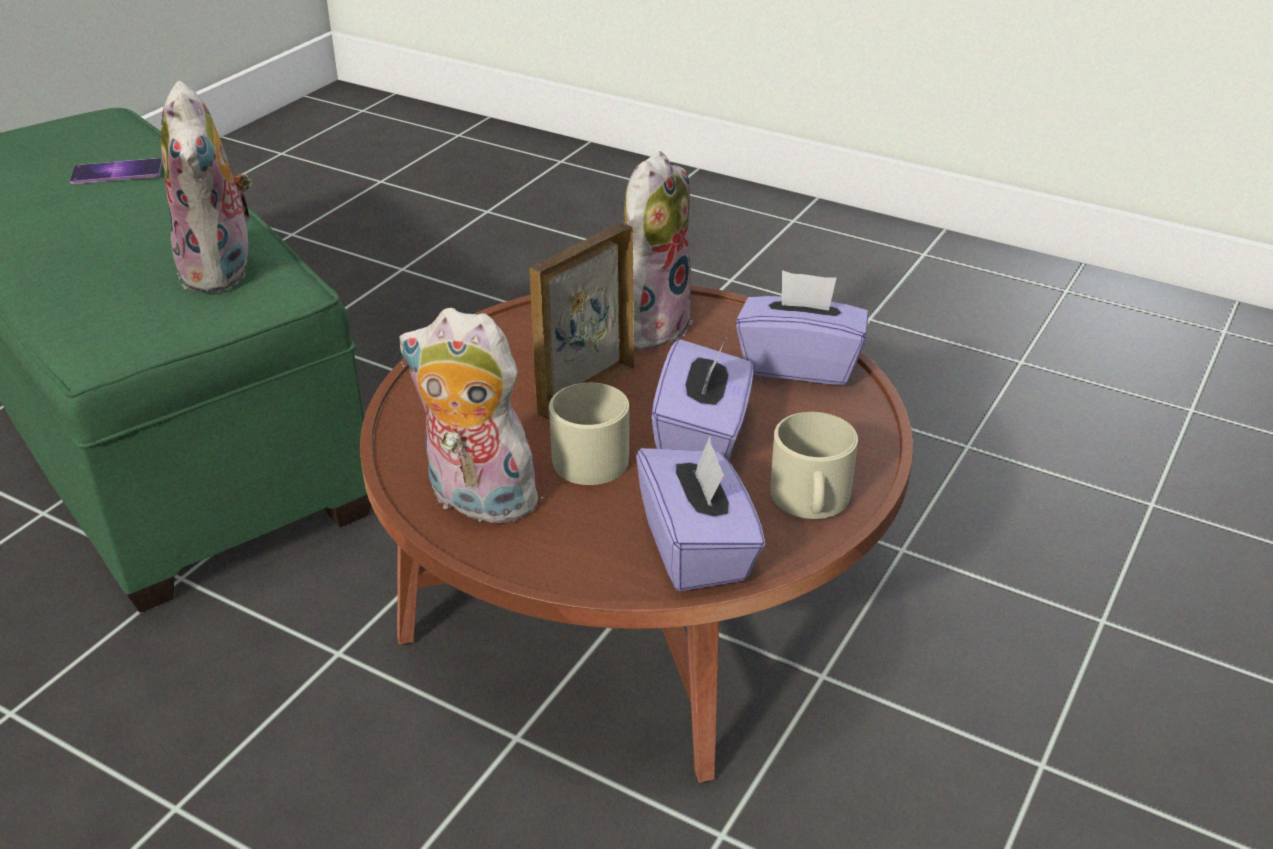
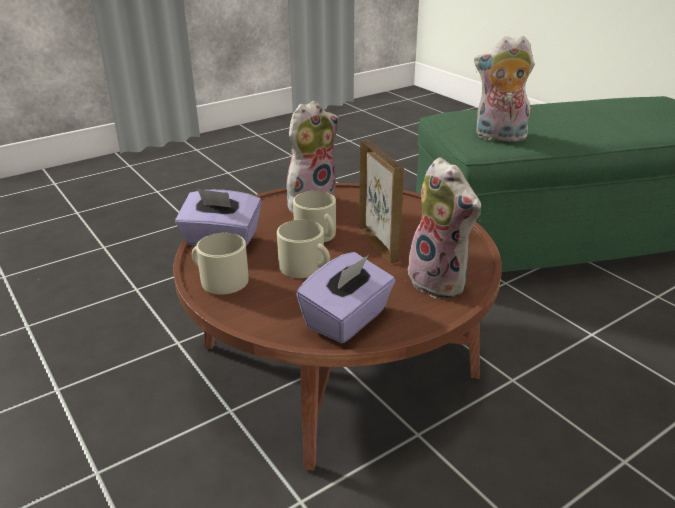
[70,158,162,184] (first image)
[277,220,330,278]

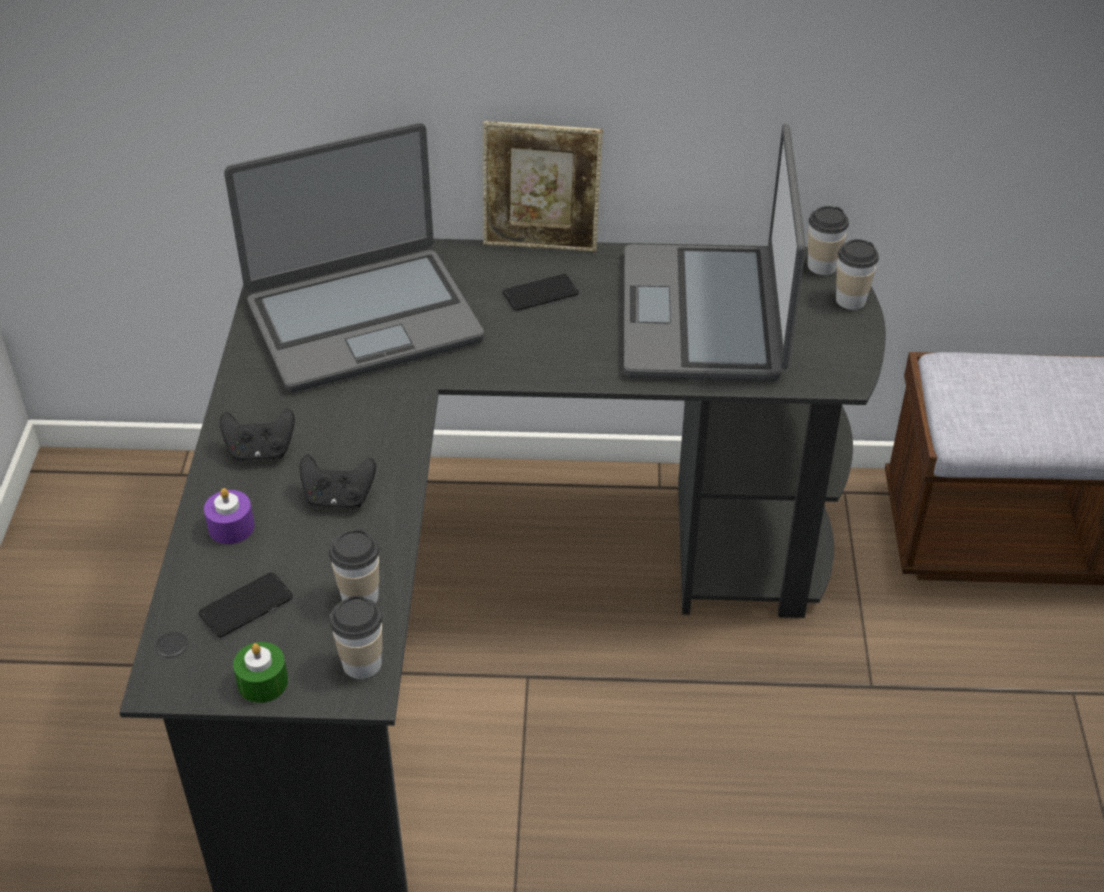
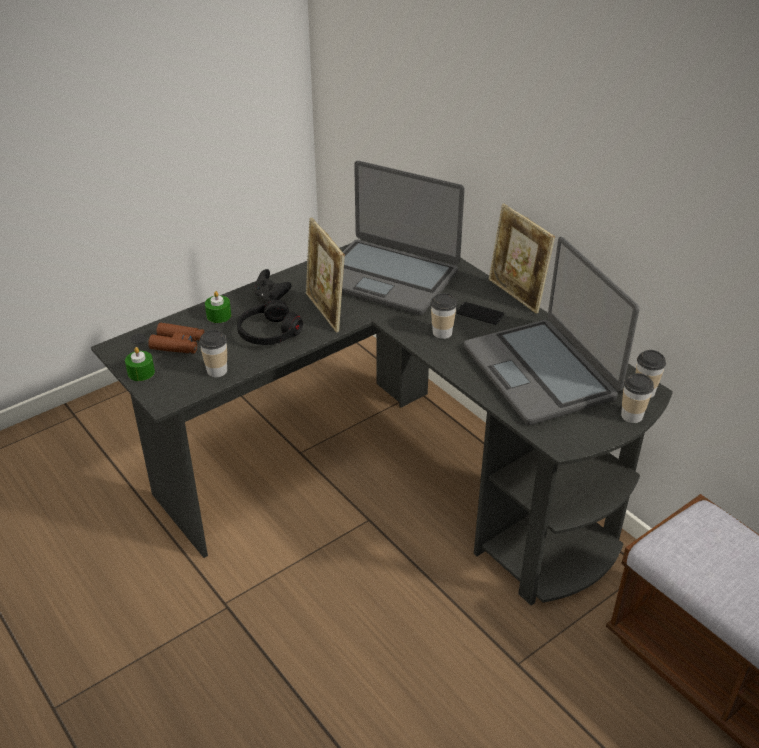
[464,237,639,425]
[237,300,303,345]
[205,291,231,323]
[148,323,205,354]
[431,293,457,339]
[306,217,345,332]

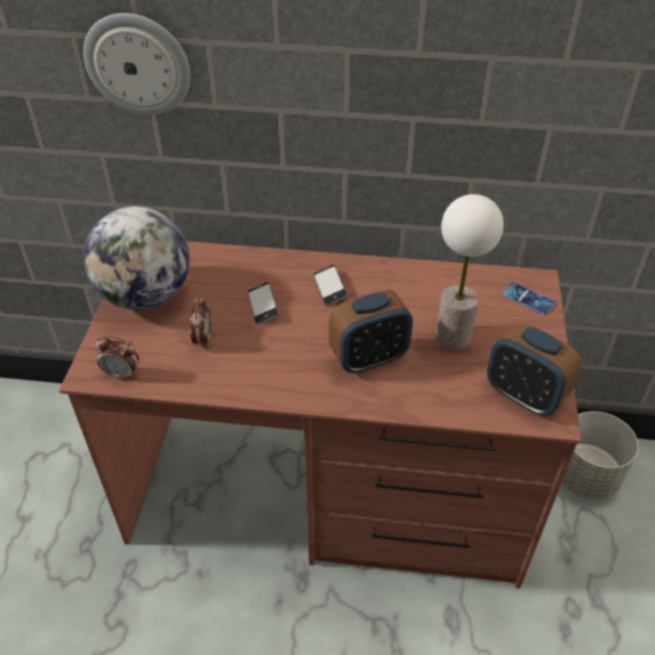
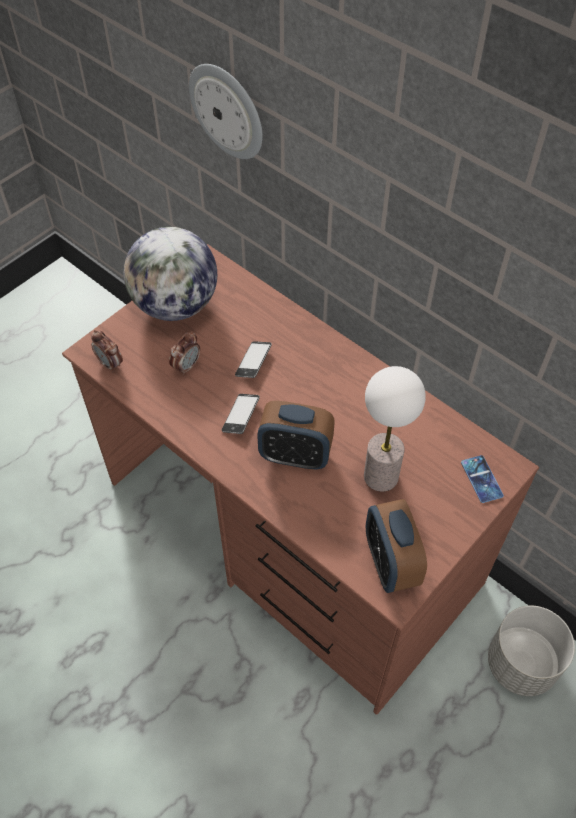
[222,394,260,434]

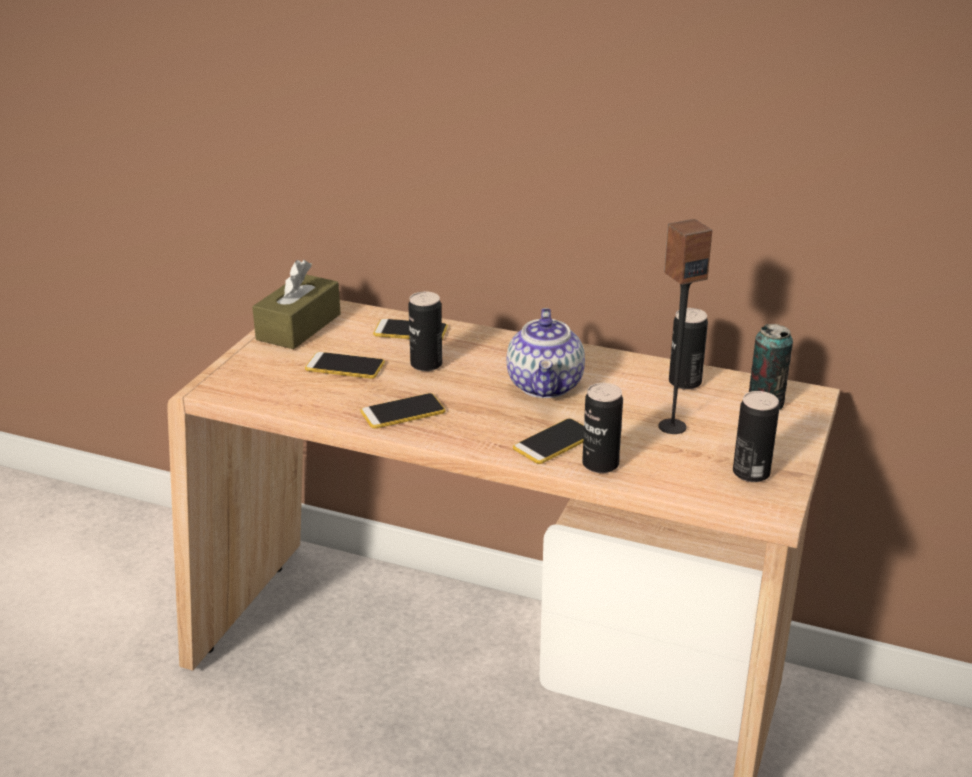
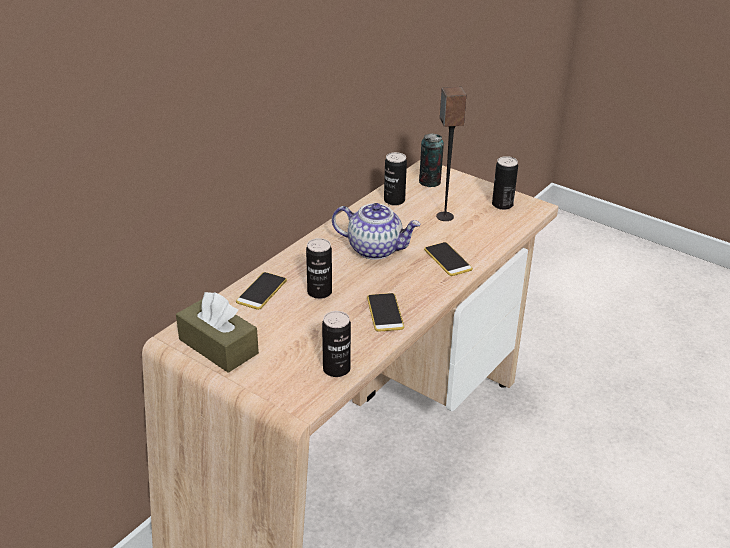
[305,352,385,379] (first image)
[322,311,351,377]

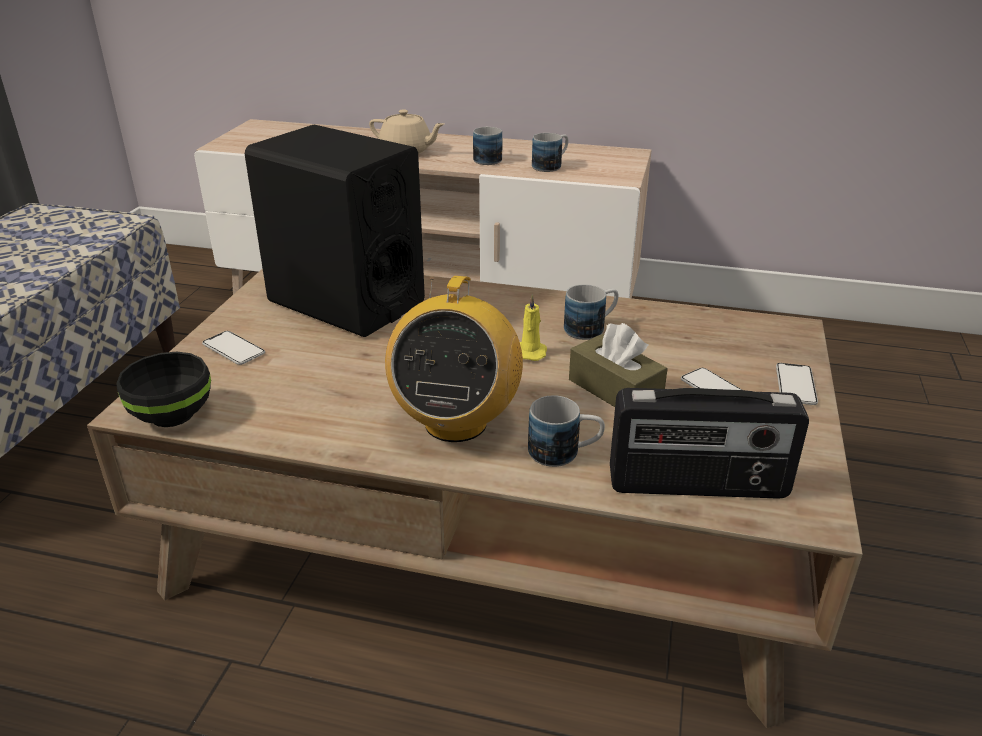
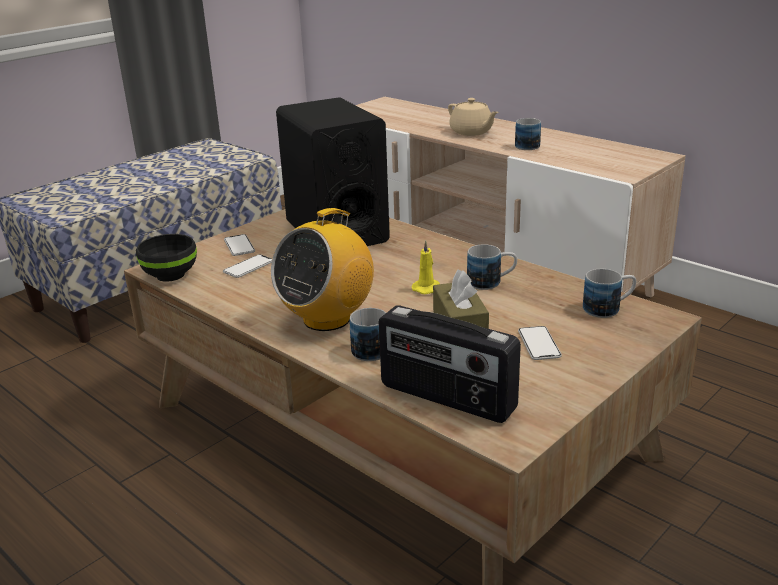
[583,269,636,318]
[223,254,272,278]

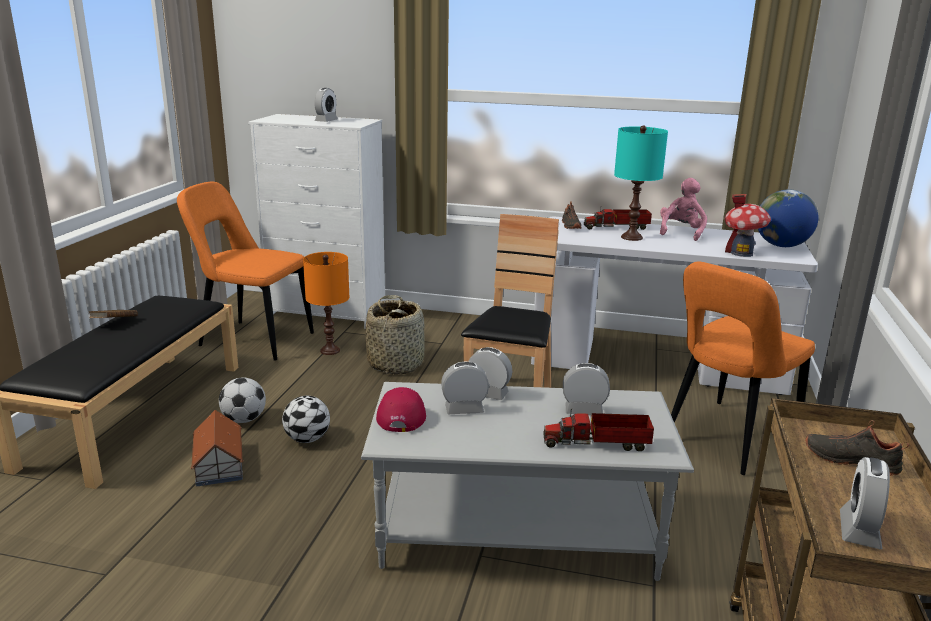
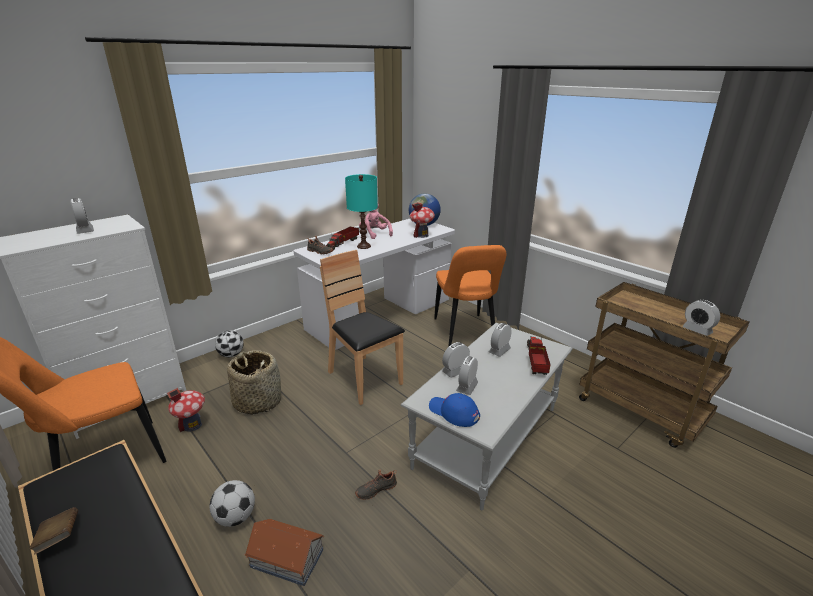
[167,388,205,432]
[429,393,480,427]
[215,330,244,357]
[527,337,550,375]
[355,470,397,500]

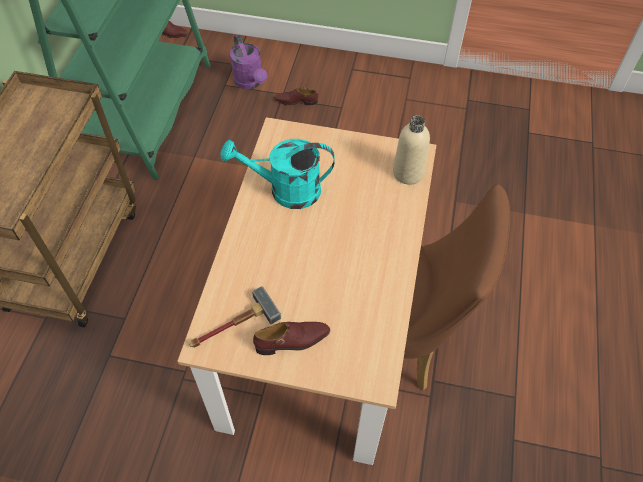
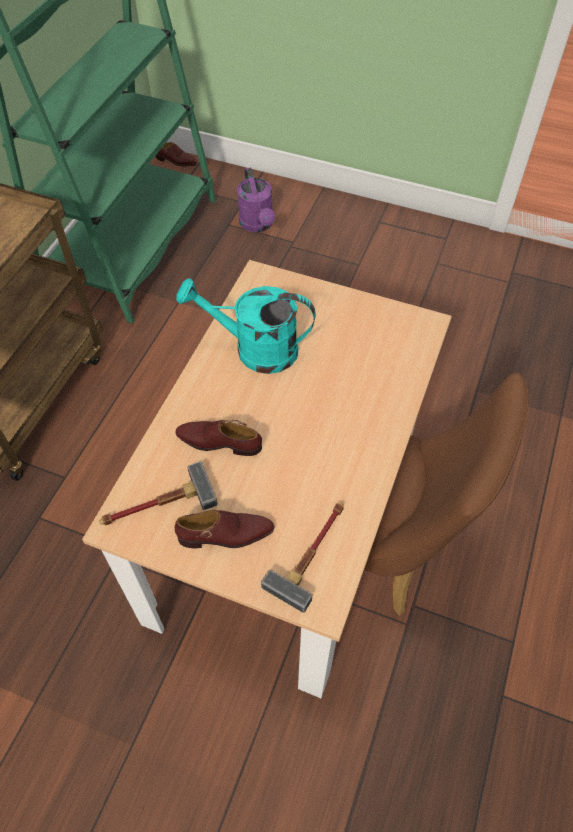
[175,420,262,456]
[393,115,430,185] (first image)
[261,502,344,613]

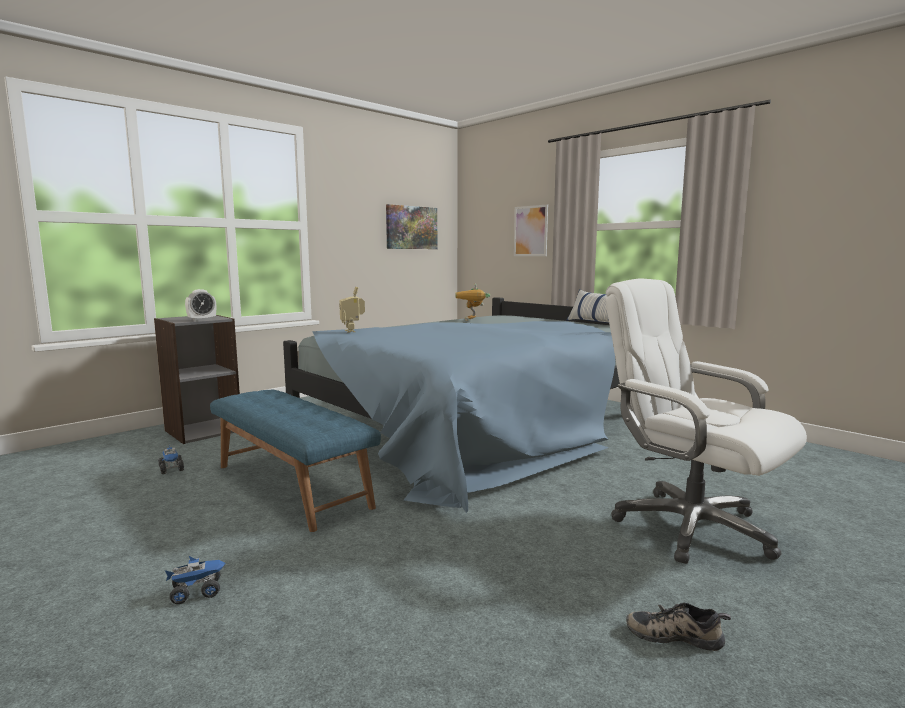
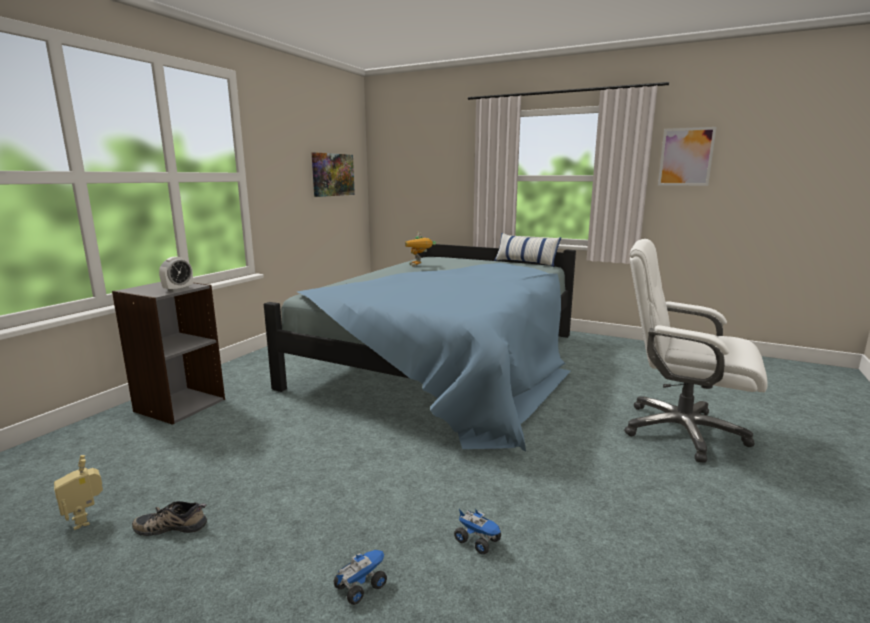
[658,127,716,186]
[54,455,103,530]
[210,390,381,532] (first image)
[454,508,501,555]
[132,501,207,536]

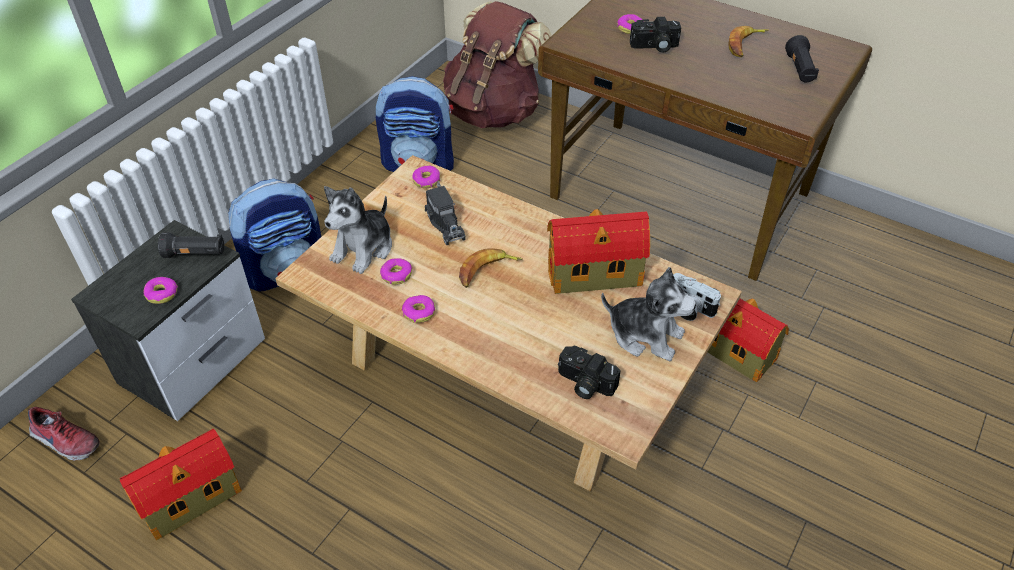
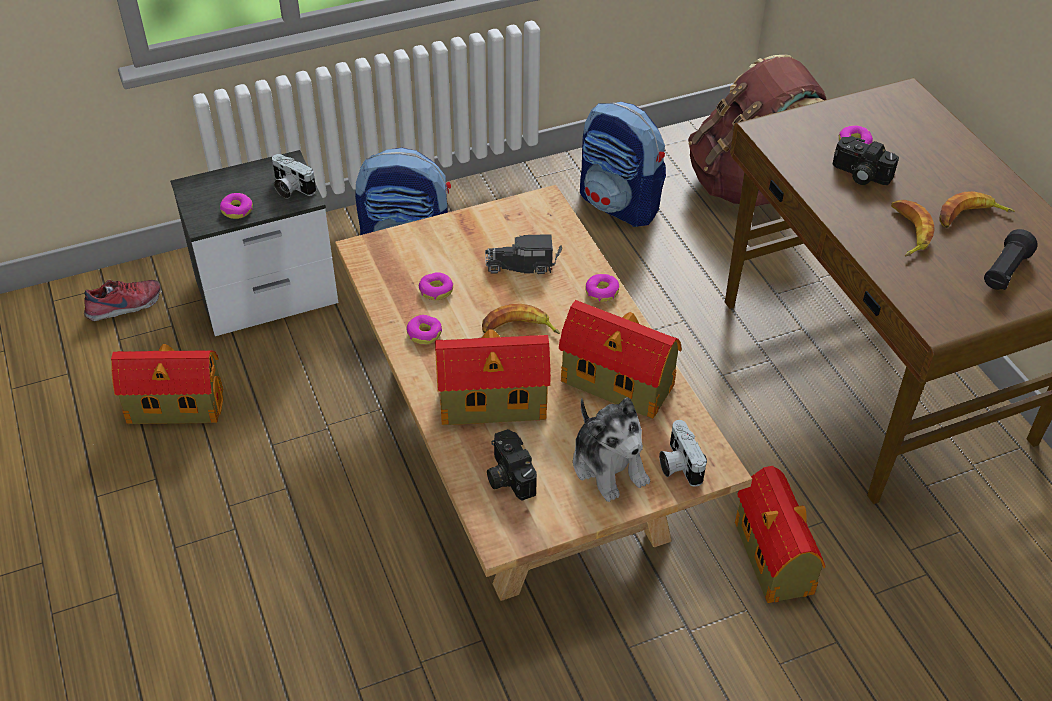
[585,274,619,302]
[485,234,562,274]
[324,186,392,274] (first image)
[272,154,316,198]
[84,280,161,321]
[891,200,935,256]
[435,329,551,425]

